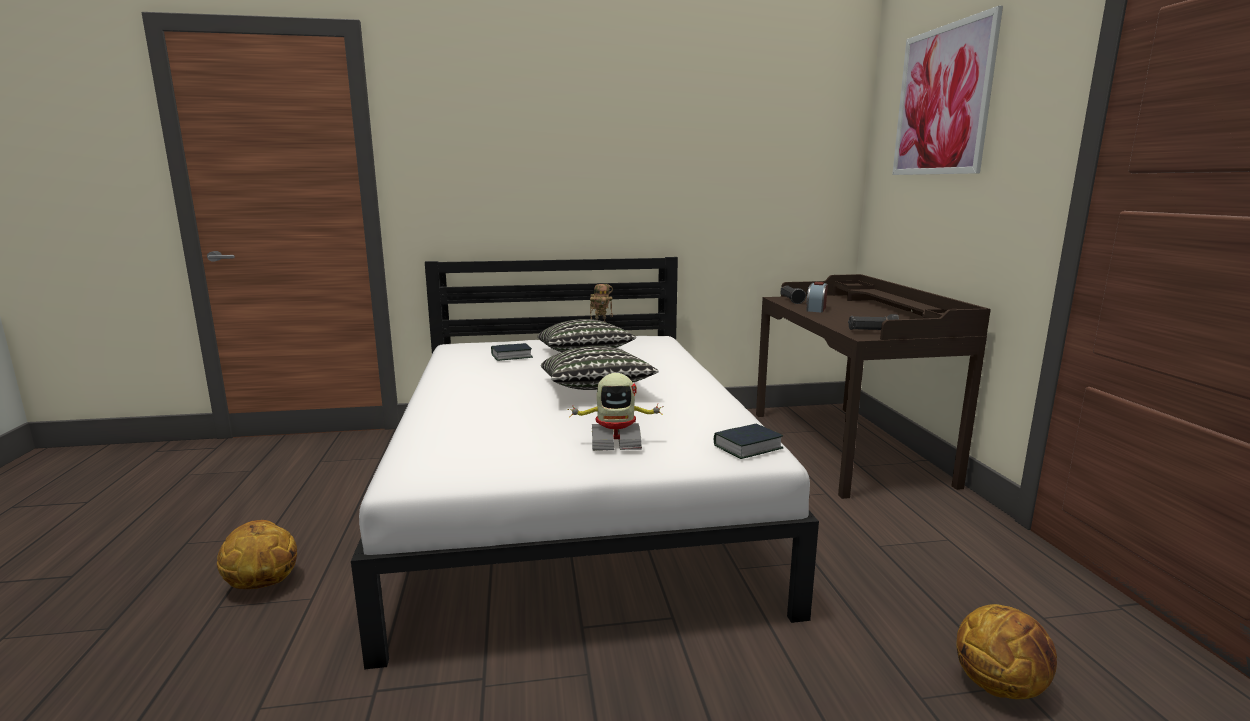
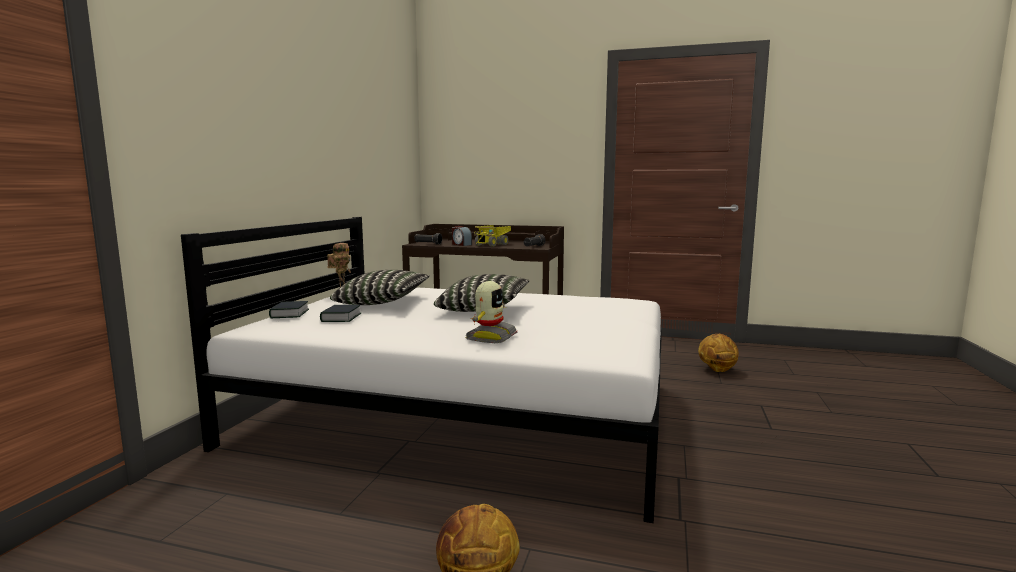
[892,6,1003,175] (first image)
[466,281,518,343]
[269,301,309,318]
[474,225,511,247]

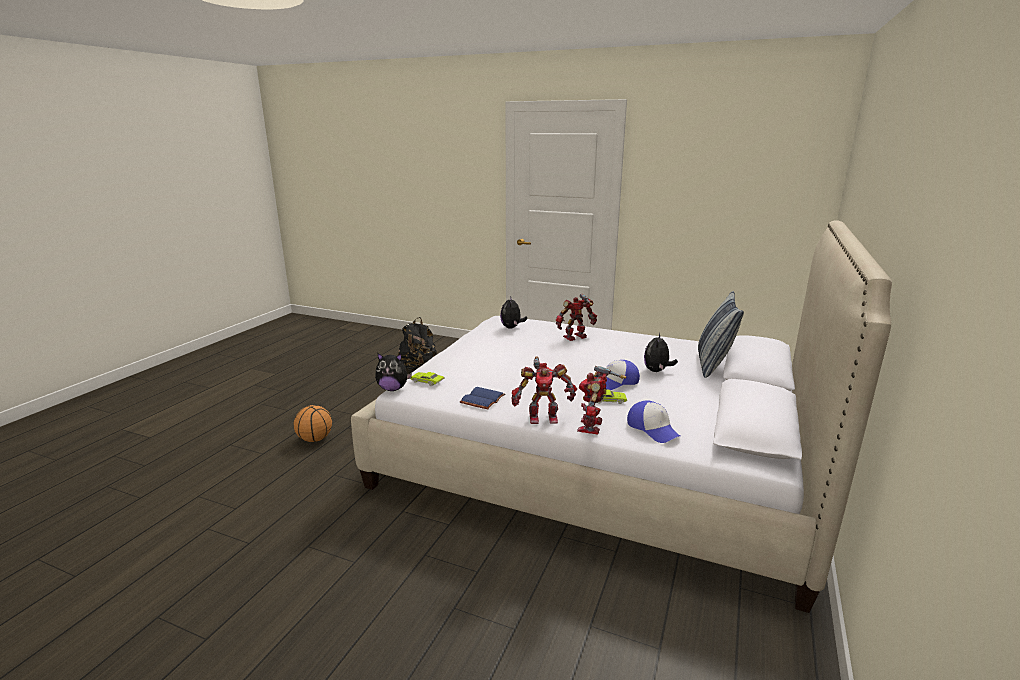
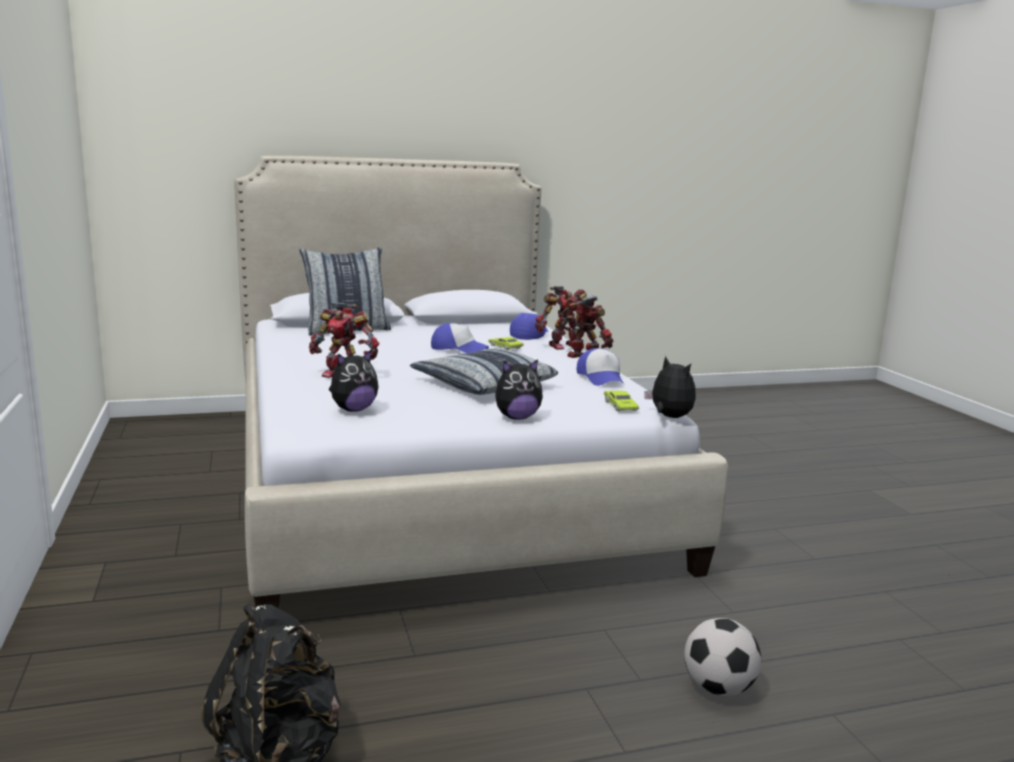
[495,359,543,420]
[577,348,624,386]
[684,618,761,696]
[410,349,558,395]

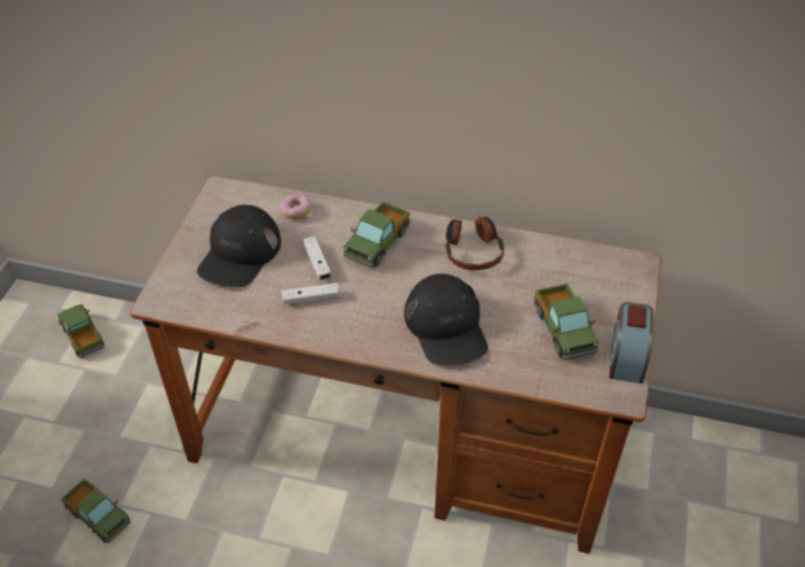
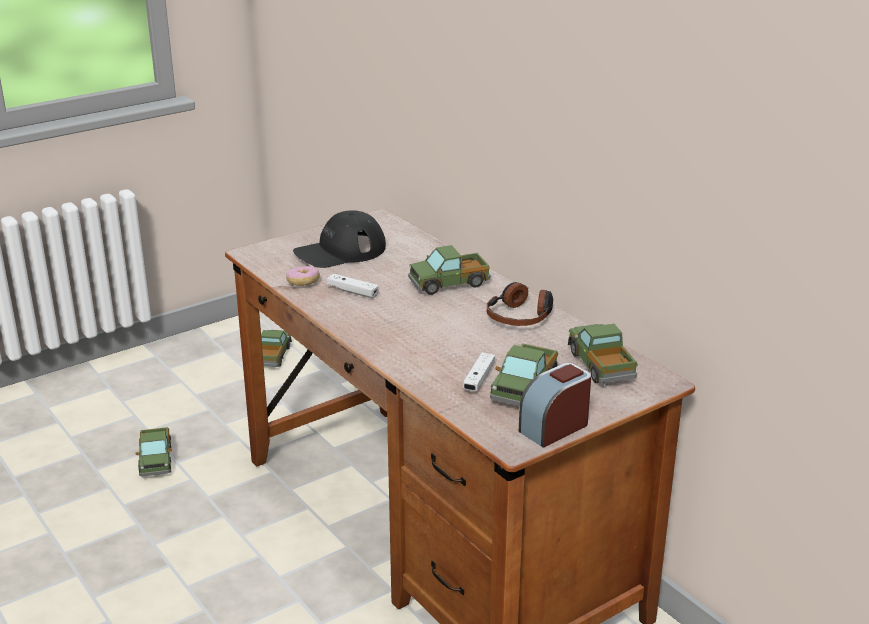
[286,266,320,286]
[463,352,495,391]
[405,274,488,366] (first image)
[568,324,638,386]

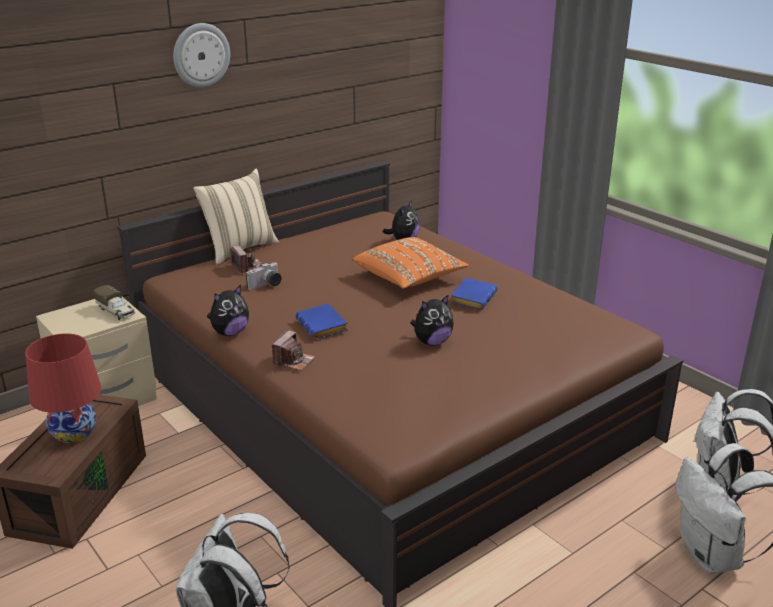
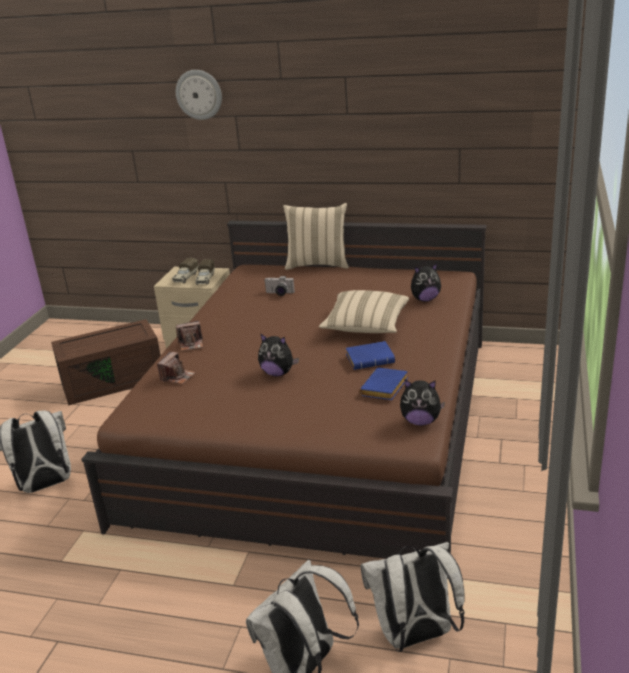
[176,70,222,120]
[319,290,409,333]
[157,352,196,384]
[400,380,445,426]
[359,368,408,400]
[25,333,101,443] (first image)
[172,258,199,283]

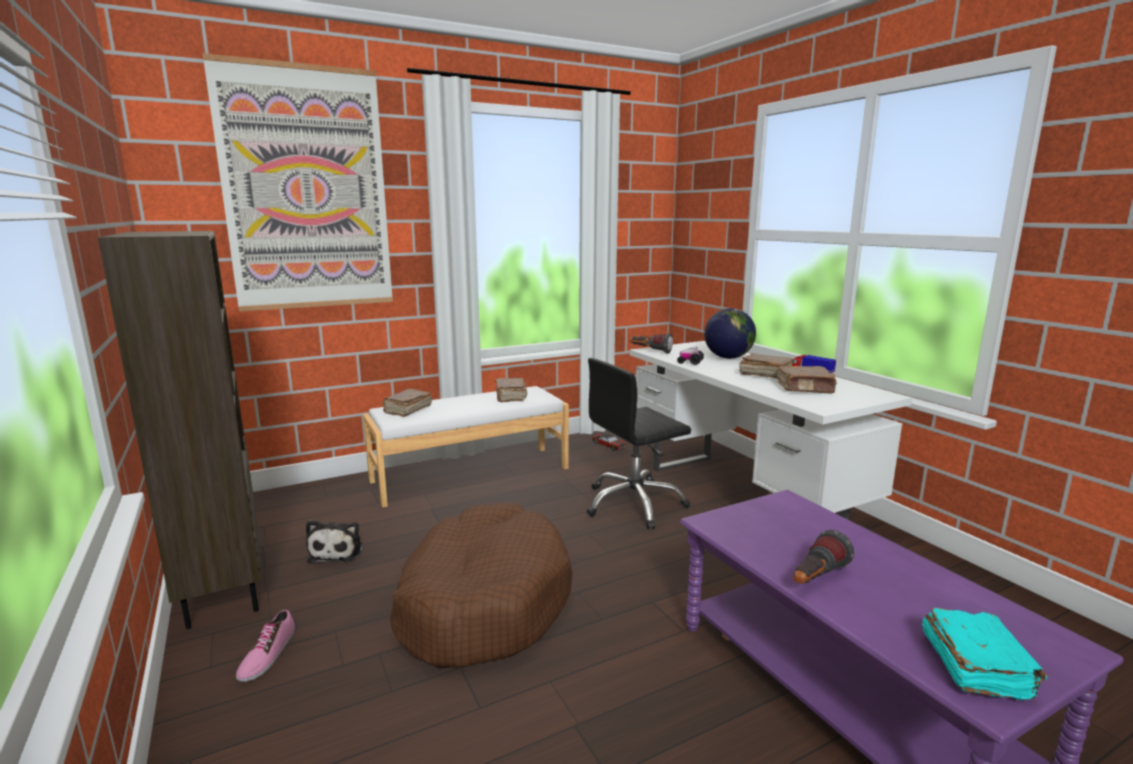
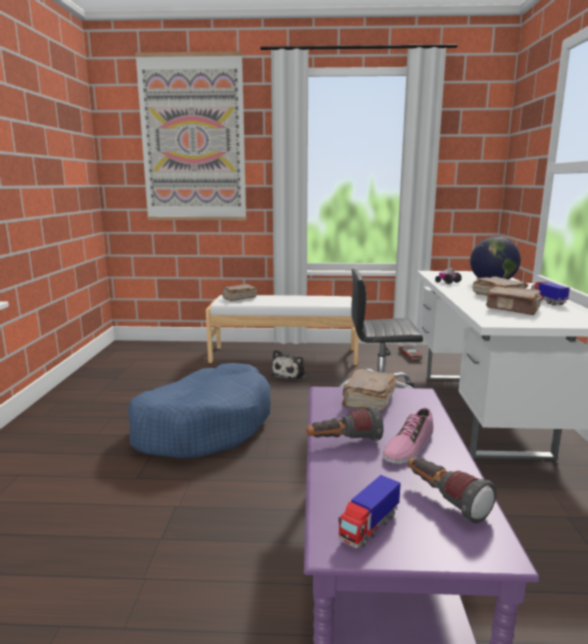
[98,231,261,629] (first image)
[408,457,496,524]
[342,369,396,412]
[128,363,271,458]
[271,350,307,380]
[338,475,401,548]
[383,408,433,464]

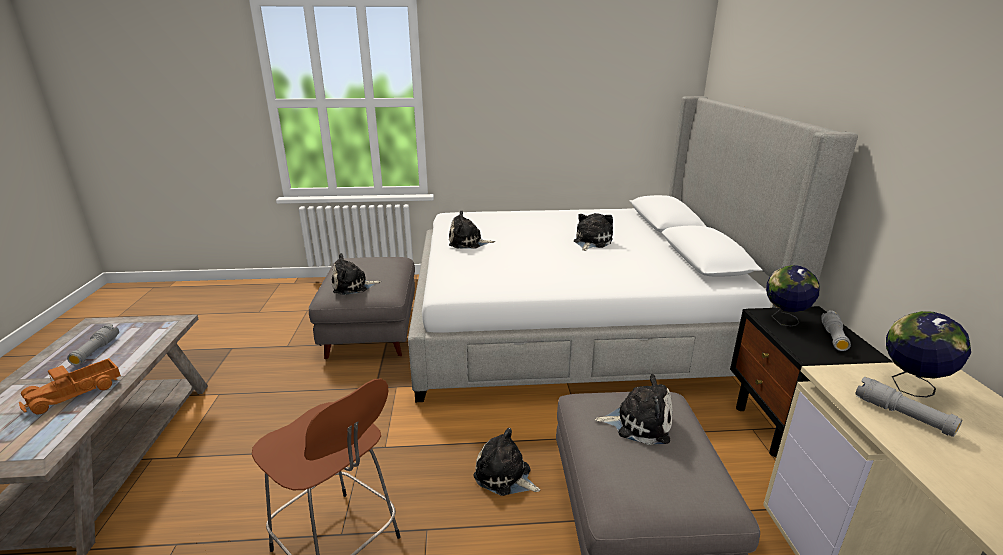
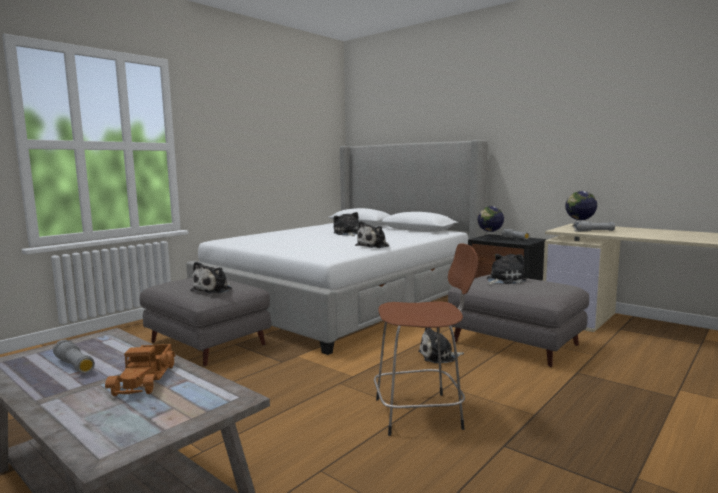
[355,221,389,248]

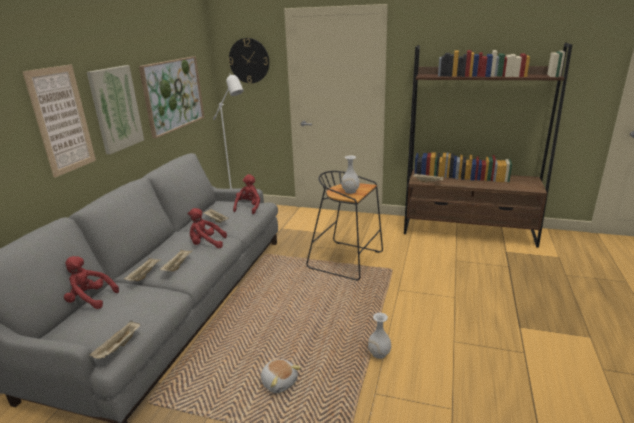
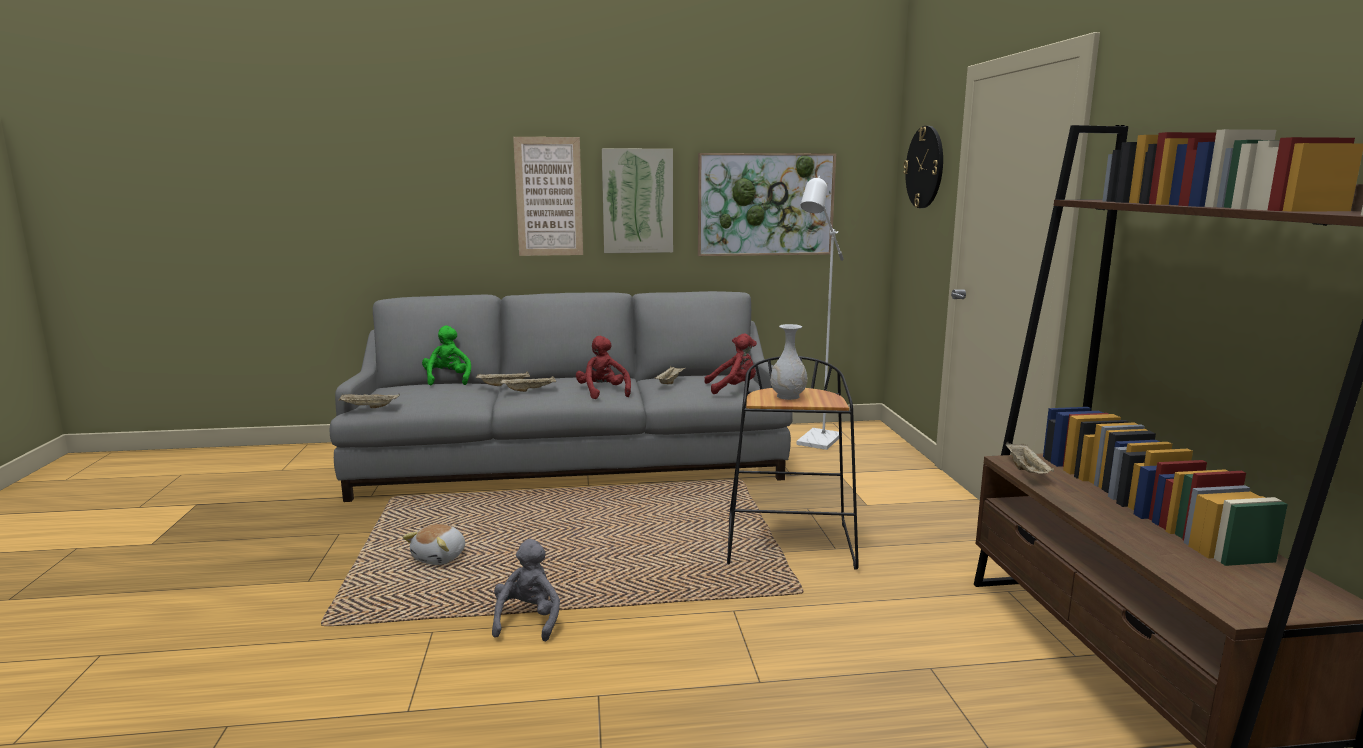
[422,325,471,385]
[492,539,560,641]

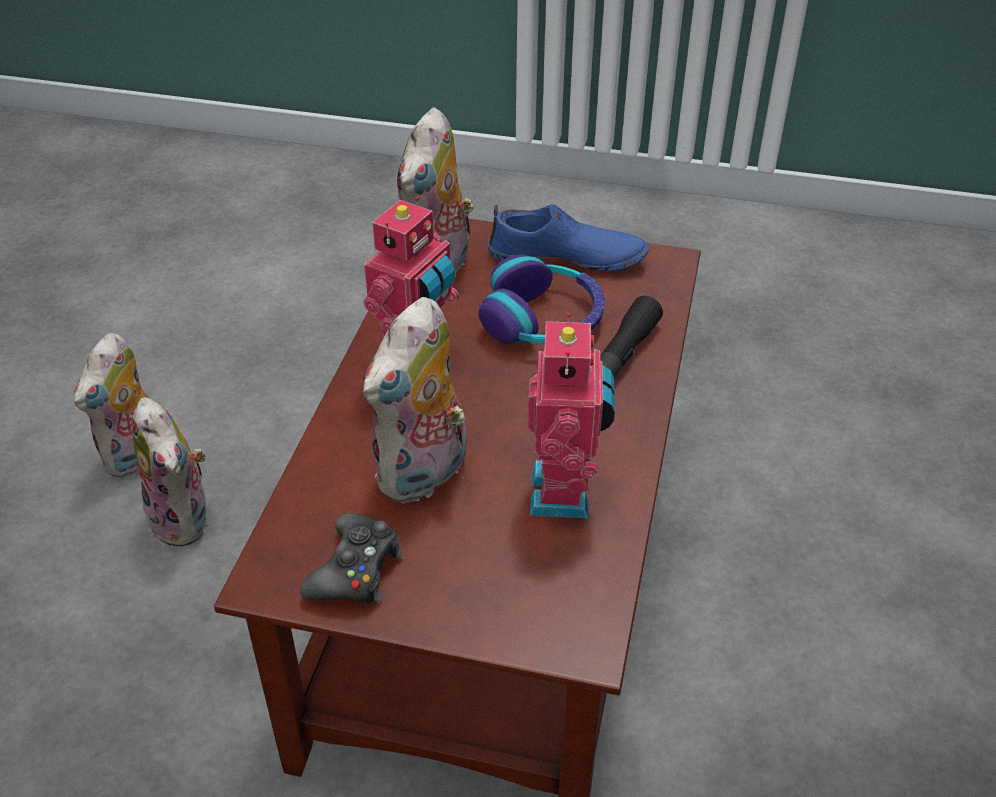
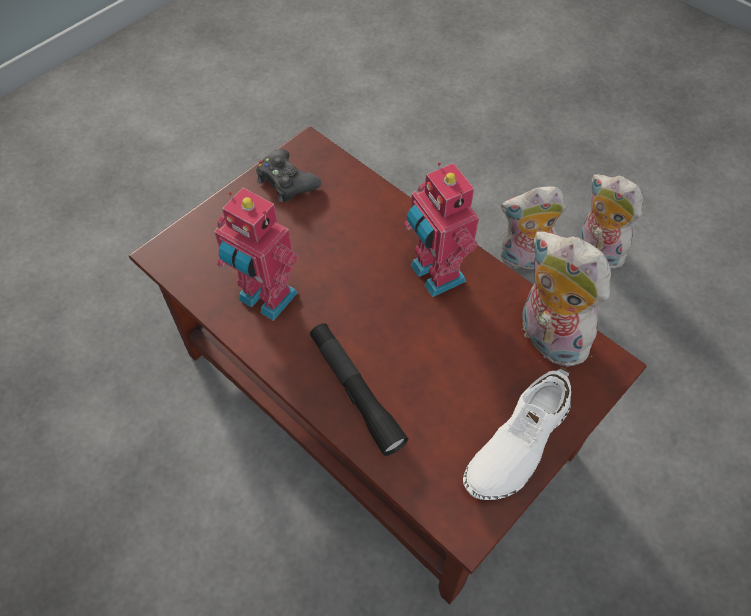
[463,367,571,500]
[478,255,605,344] (first image)
[363,297,467,504] (first image)

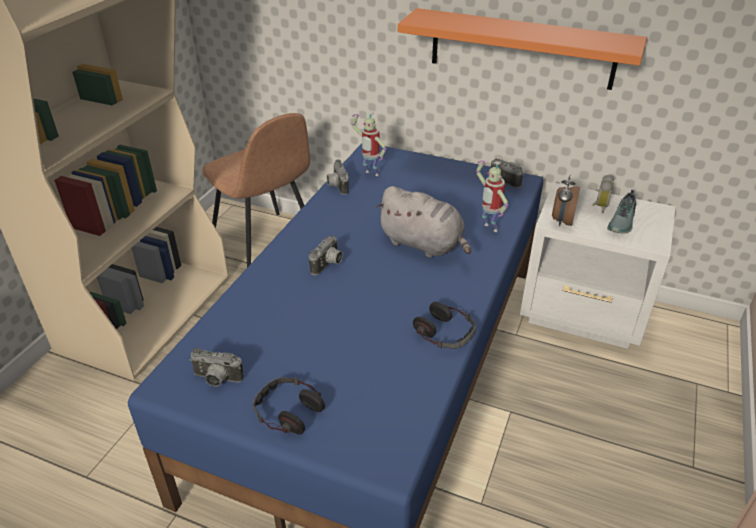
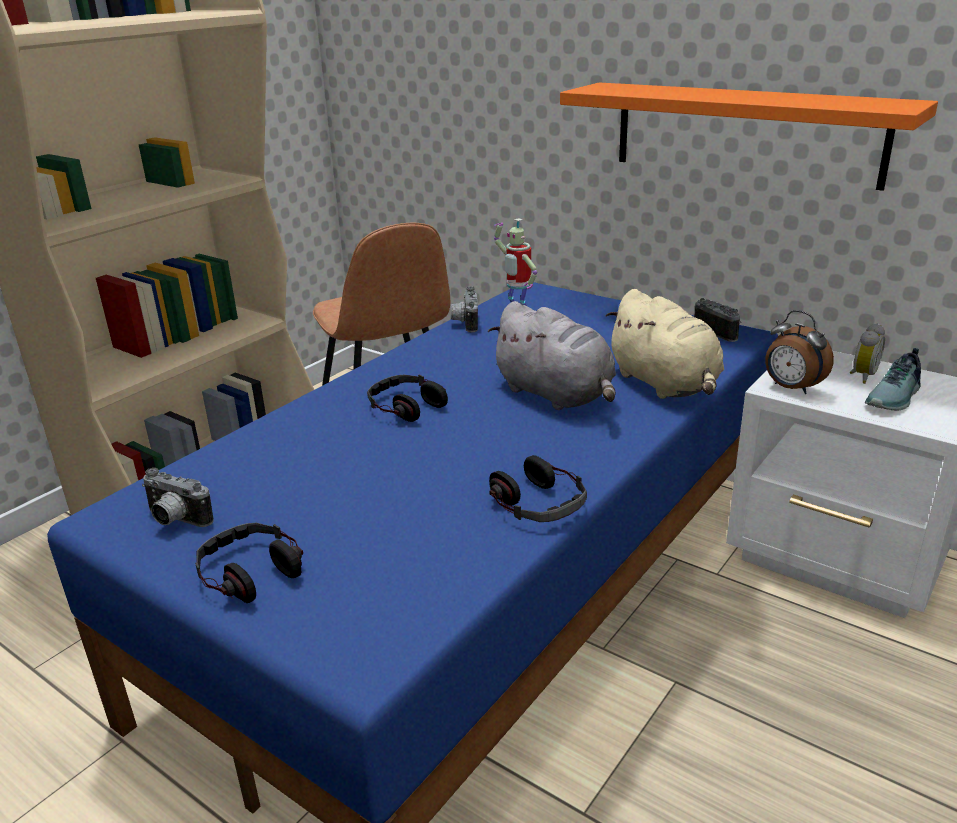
[606,289,724,399]
[765,310,834,394]
[367,375,448,422]

